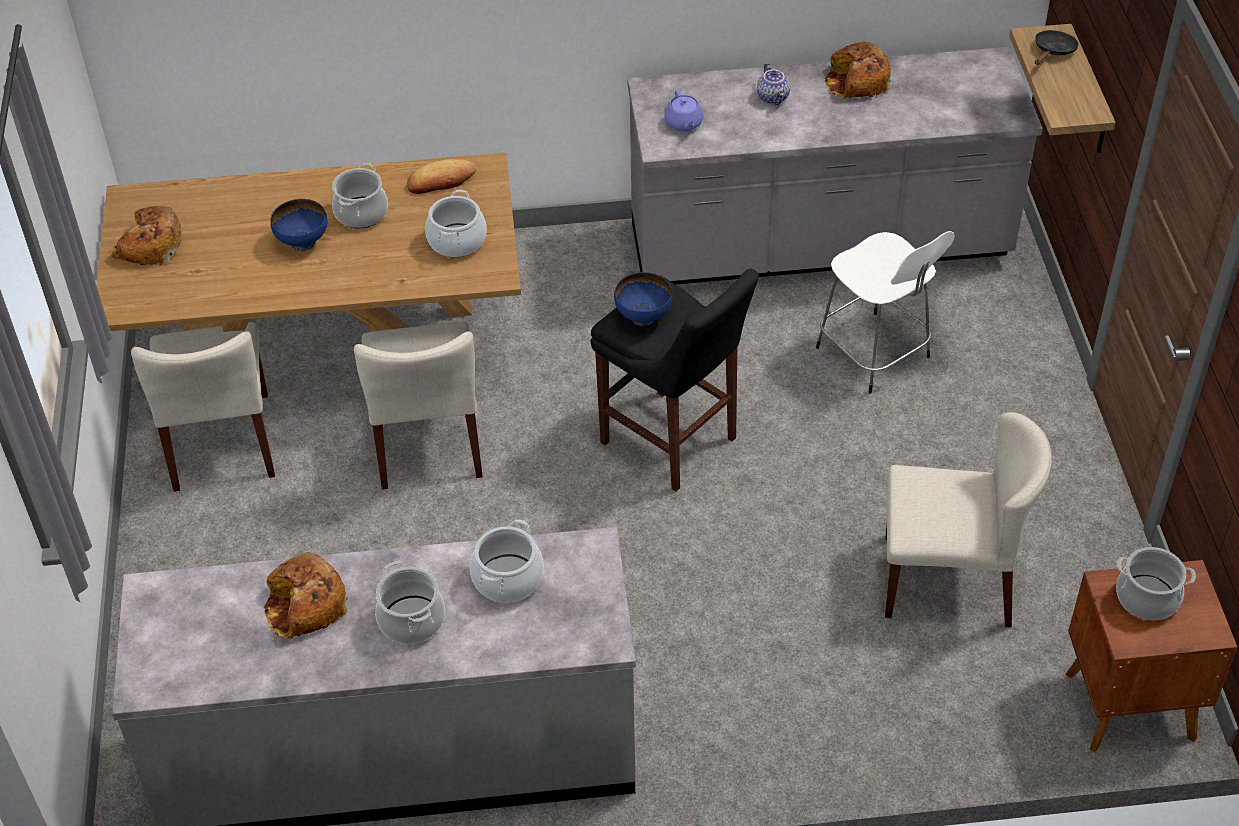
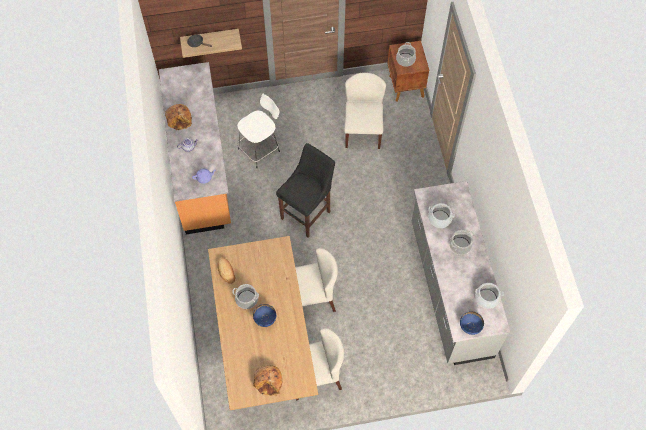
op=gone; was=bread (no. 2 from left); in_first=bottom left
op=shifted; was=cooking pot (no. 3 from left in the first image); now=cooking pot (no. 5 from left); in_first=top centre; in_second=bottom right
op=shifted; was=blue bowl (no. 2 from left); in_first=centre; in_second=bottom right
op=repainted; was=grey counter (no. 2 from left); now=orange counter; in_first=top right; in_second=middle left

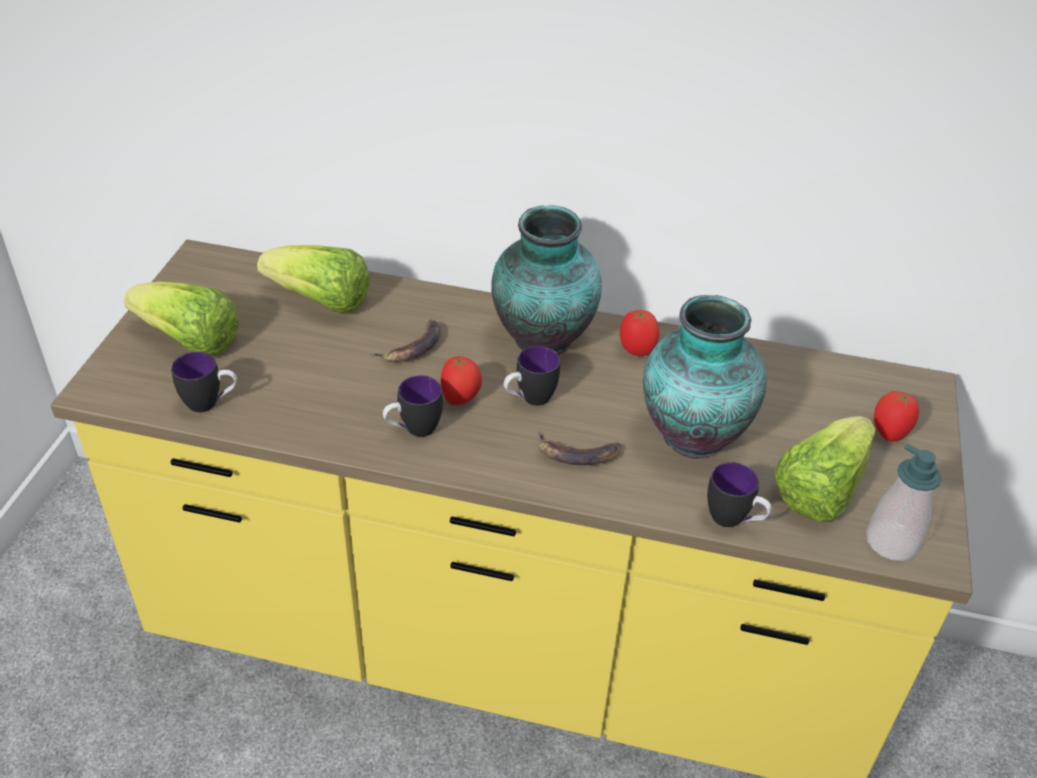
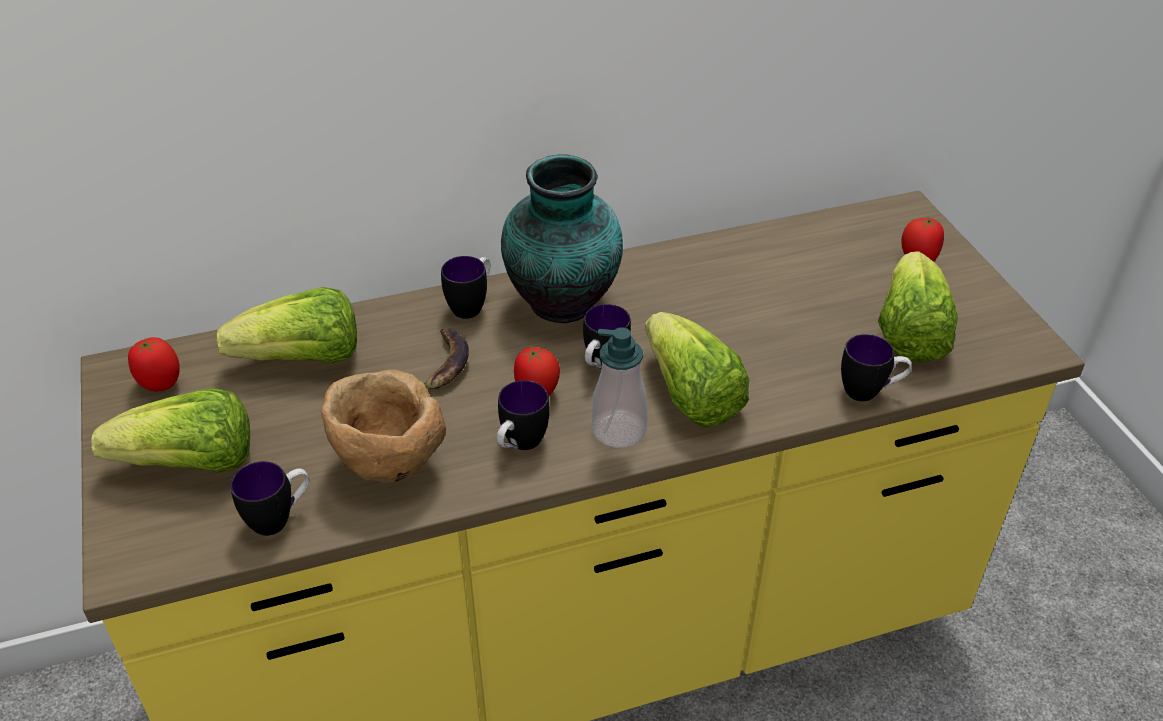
op=gone; was=vase (no. 2 from left); in_first=middle right
op=new; now=brown bowl; in_second=middle left
op=new; now=mug (no. 2 from left); in_second=centre
op=shifted; was=tomato (no. 2 from left in the first image); now=tomato (no. 1 from left); in_first=centre; in_second=middle left
op=shifted; was=soap dispenser; in_first=middle right; in_second=centre
op=swapped; was=banana (no. 2 from left); now=lettuce (no. 3 from left); in_first=centre; in_second=centre

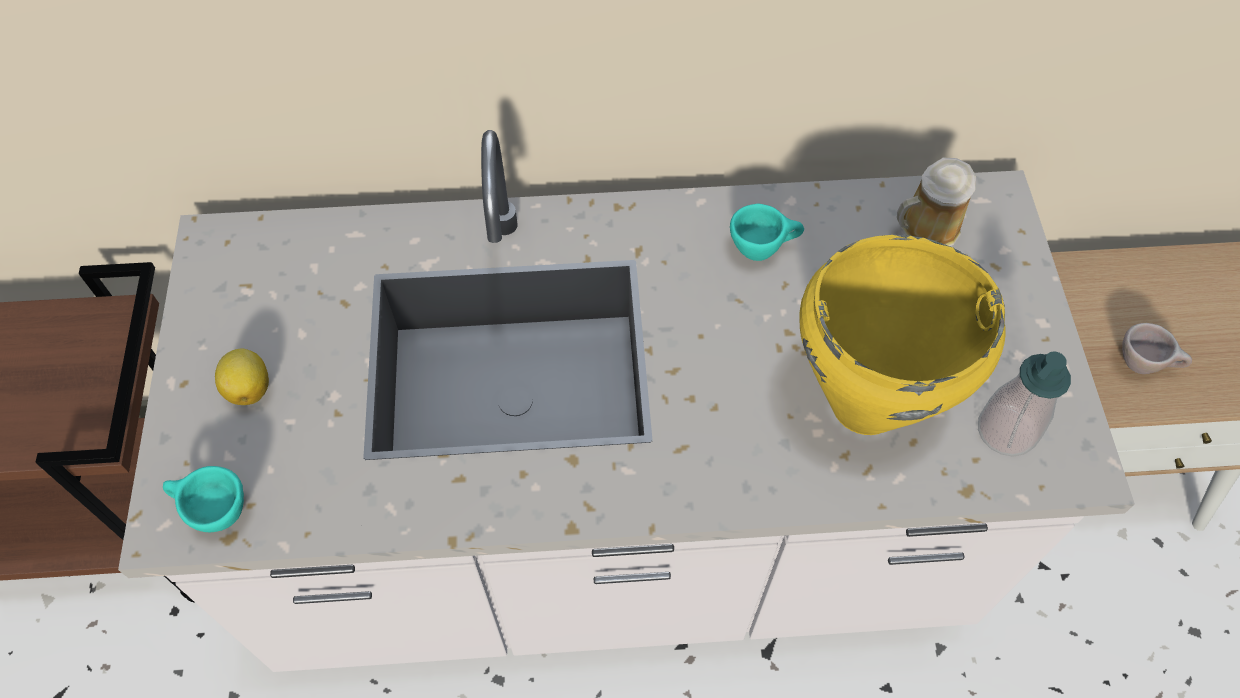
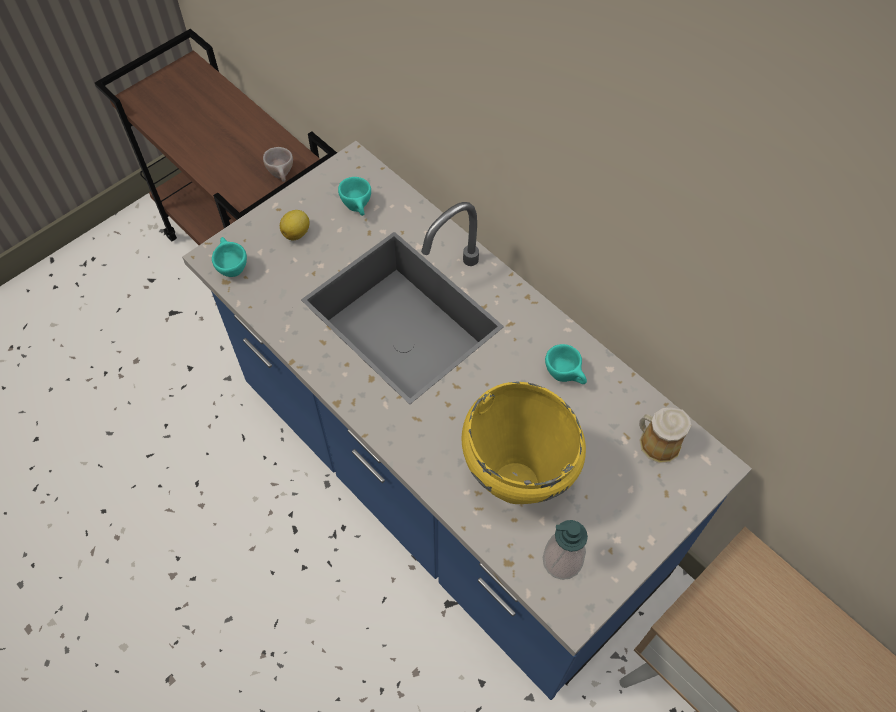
op=new; now=turquoise cup (no. 2 from left); in_second=top centre
op=shifted; was=beige cup; in_first=middle right; in_second=top left
op=repainted; was=white counter; now=blue counter; in_first=centre; in_second=centre

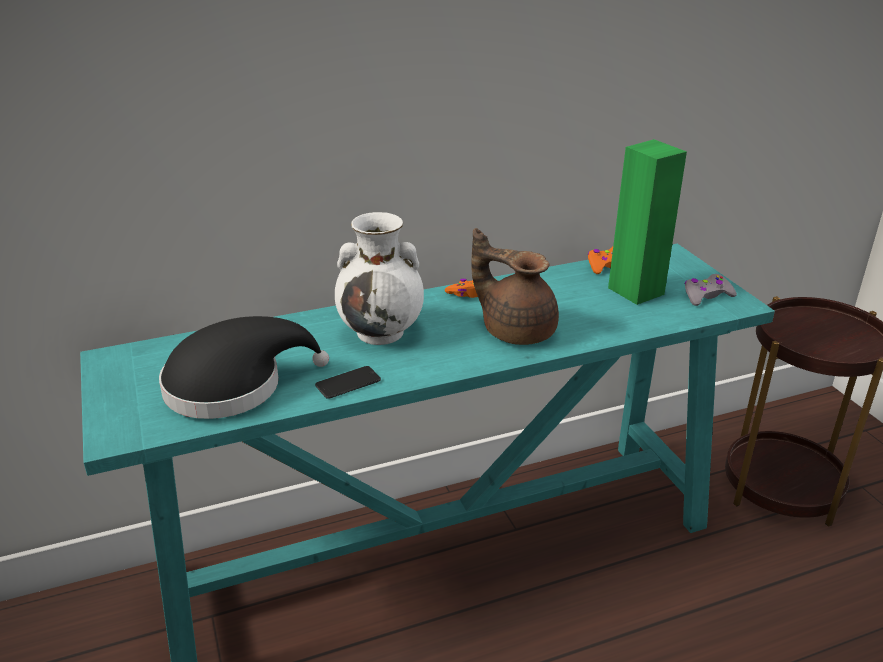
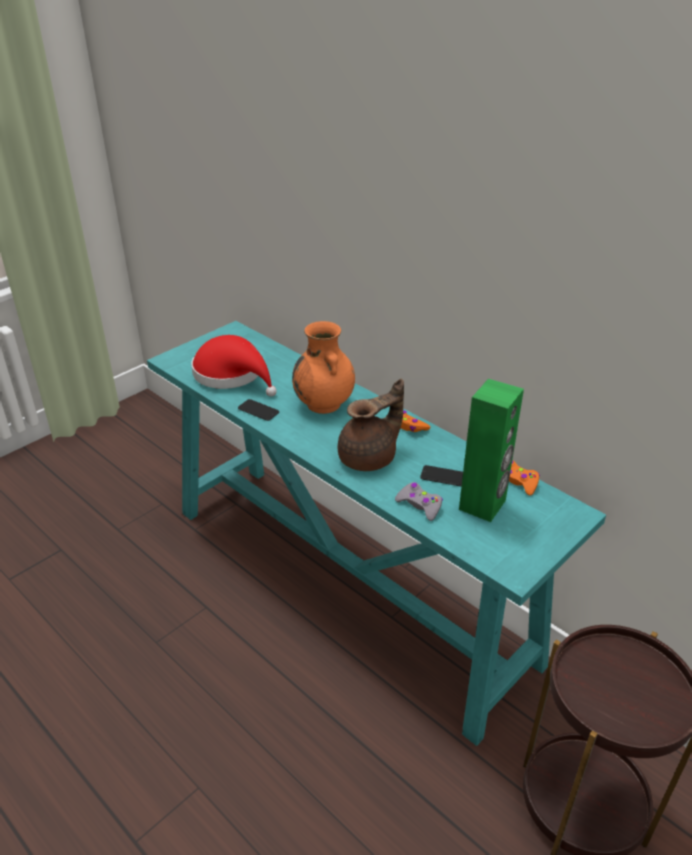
op=new; now=phone (no. 2 from left); in_second=centre
op=shifted; was=grey game controller; in_first=middle right; in_second=centre
op=repainted; was=black hat; now=red hat; in_first=middle left; in_second=centre
op=repainted; was=white vase; now=orange vase; in_first=centre; in_second=centre
op=rotated; was=brown teapot; in_first=centre; in_second=centre; clockwise=45

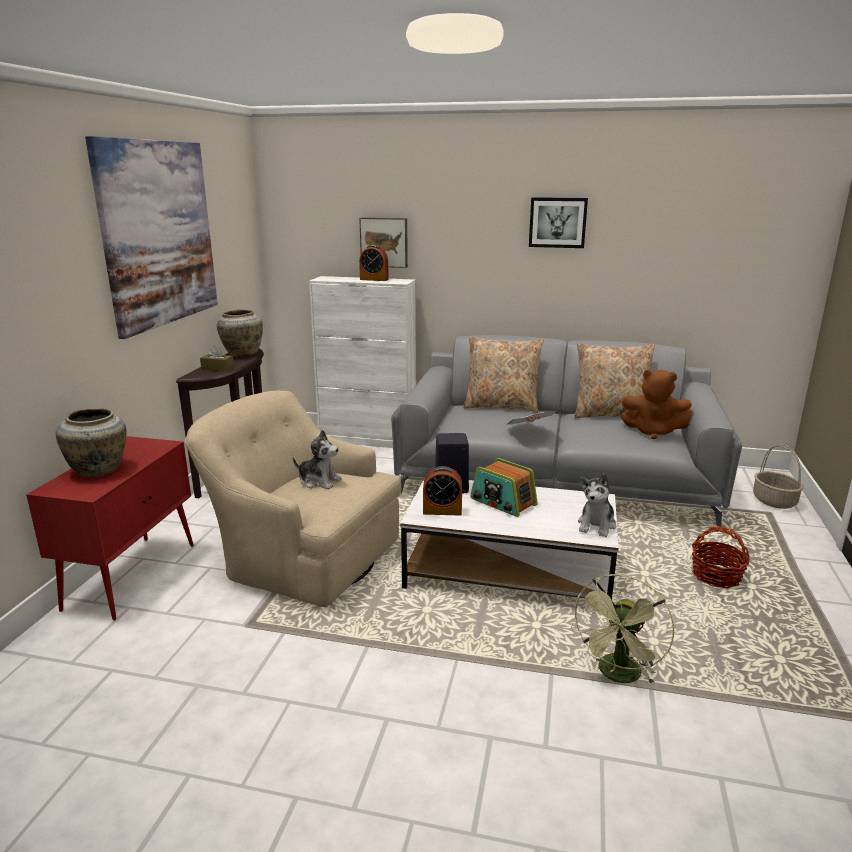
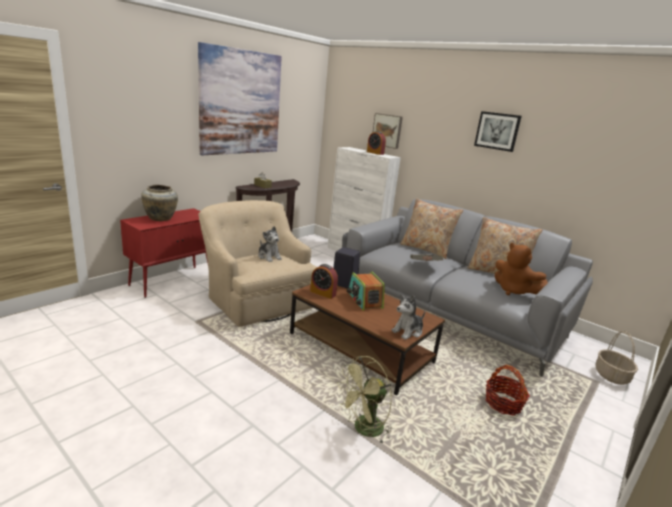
op=gone; was=beige vase (no. 2 from left); in_first=middle left
op=repainted; was=white coffee table; now=brown coffee table; in_first=centre; in_second=bottom centre

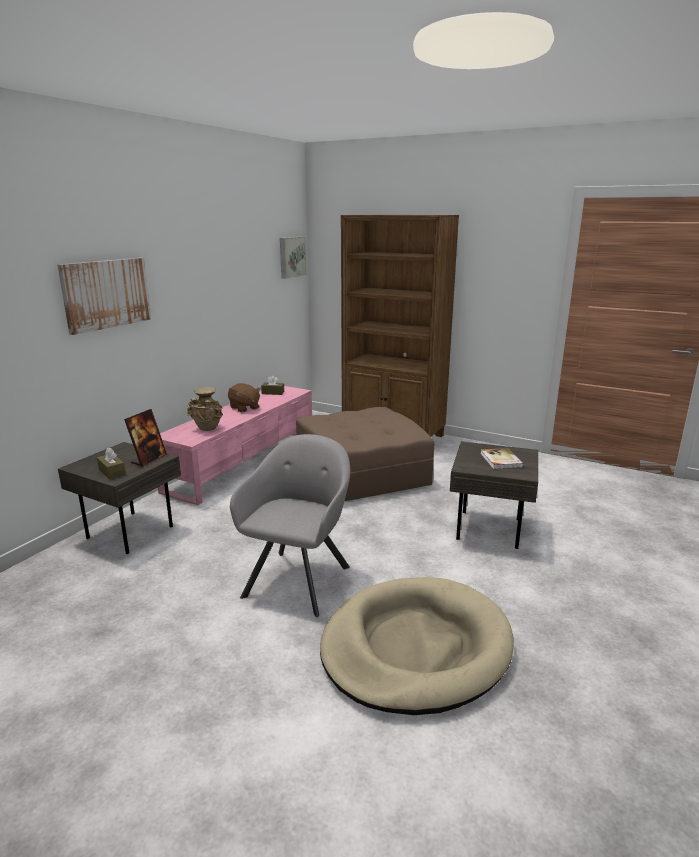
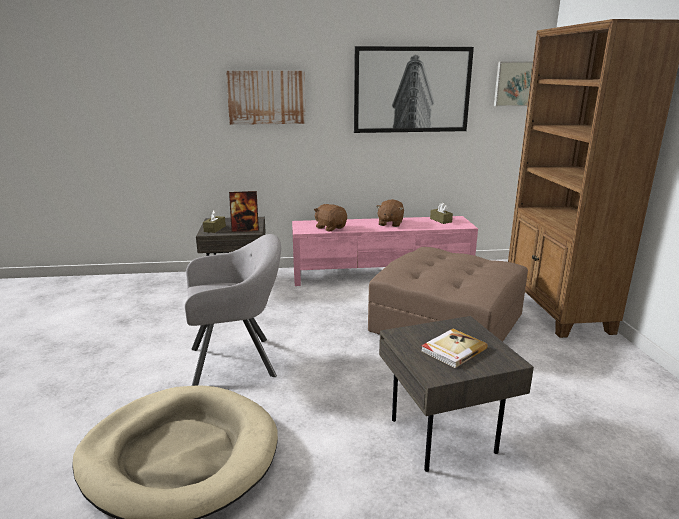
op=new; now=picture (no. 2 from left); in_second=top centre
op=swapped; was=beige vase; now=brown plush toy (no. 1 from left); in_first=middle left; in_second=centre

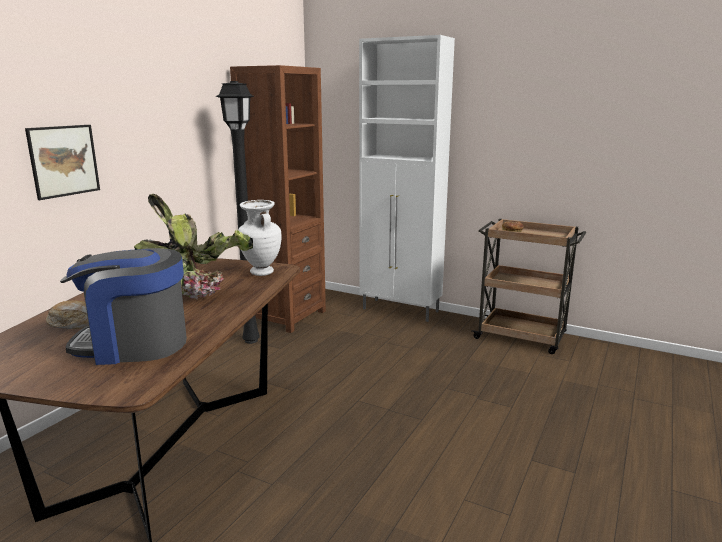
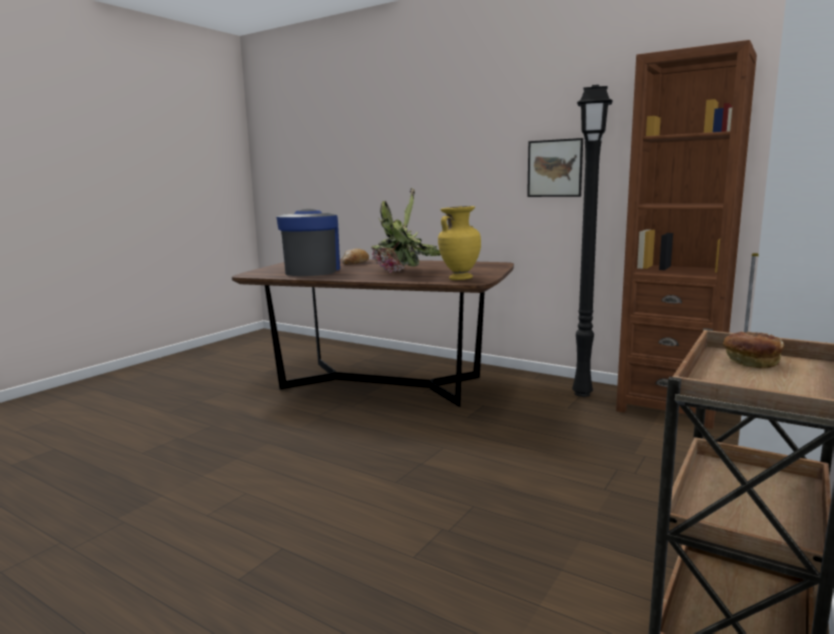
op=shifted; was=picture; in_first=top left; in_second=top centre
op=repainted; was=white vase; now=yellow vase; in_first=centre; in_second=centre

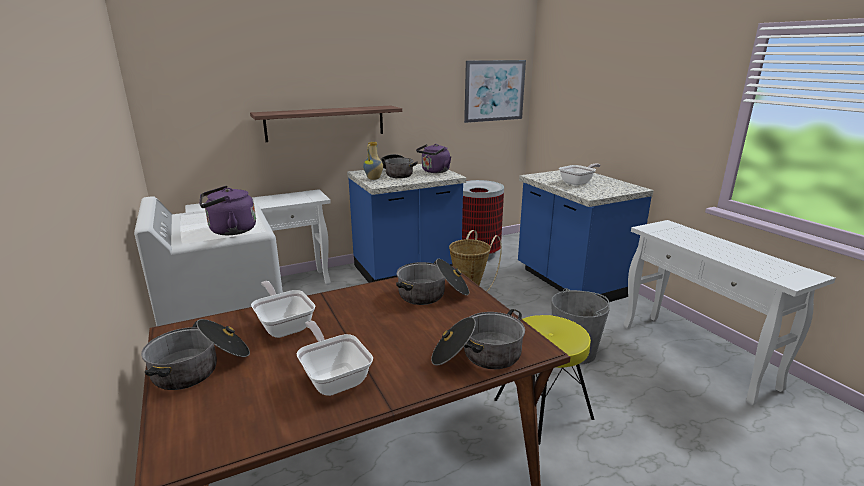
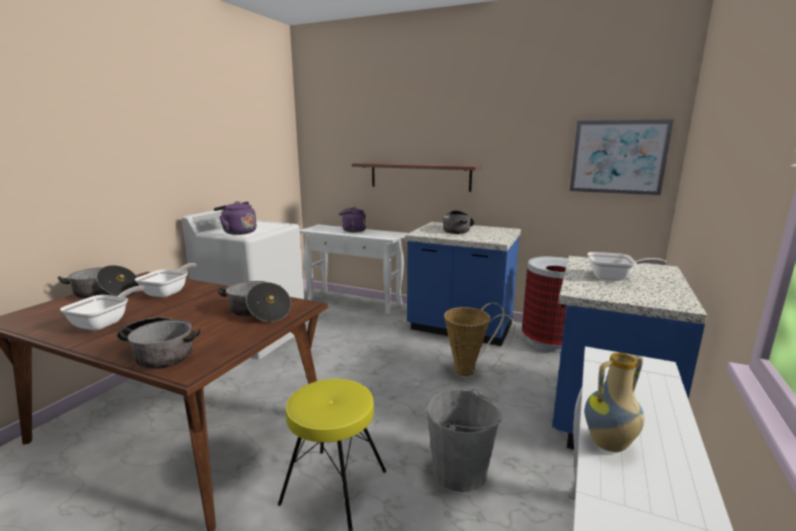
op=shifted; was=vase; in_first=top centre; in_second=bottom right
op=shifted; was=purple kettle (no. 2 from left); in_first=top centre; in_second=centre

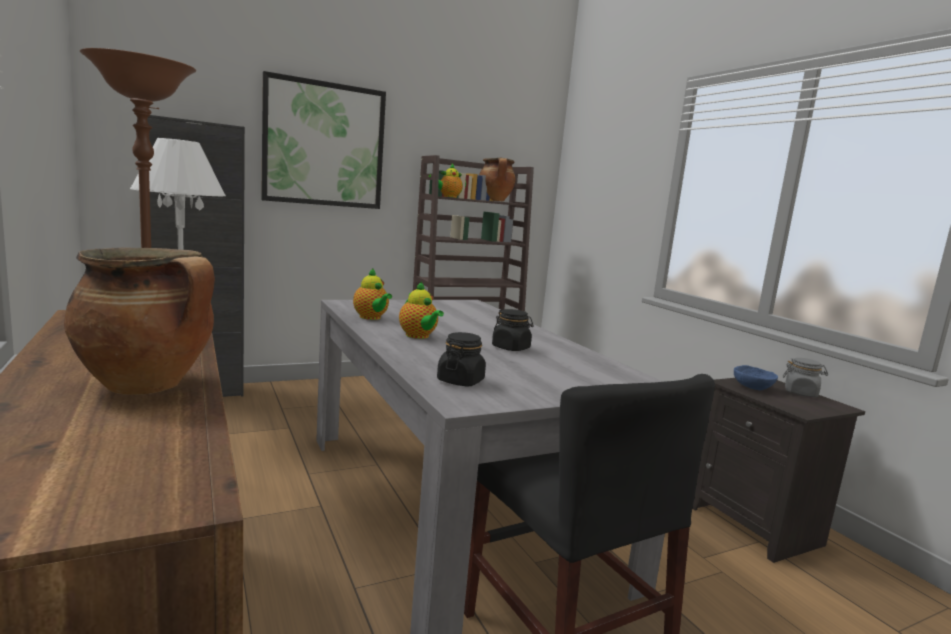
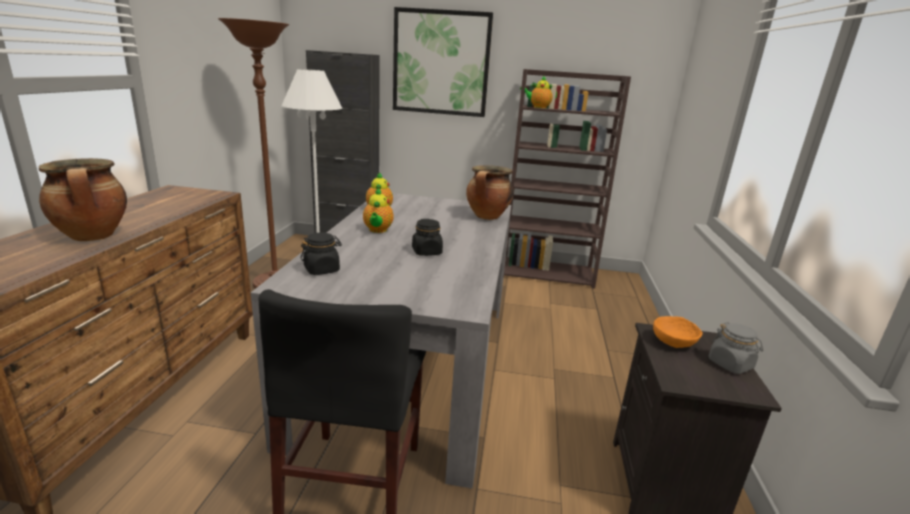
op=shifted; was=cooking pot (no. 2 from left); in_first=top centre; in_second=centre
op=repainted; was=blue bowl; now=orange bowl; in_first=middle right; in_second=middle right

